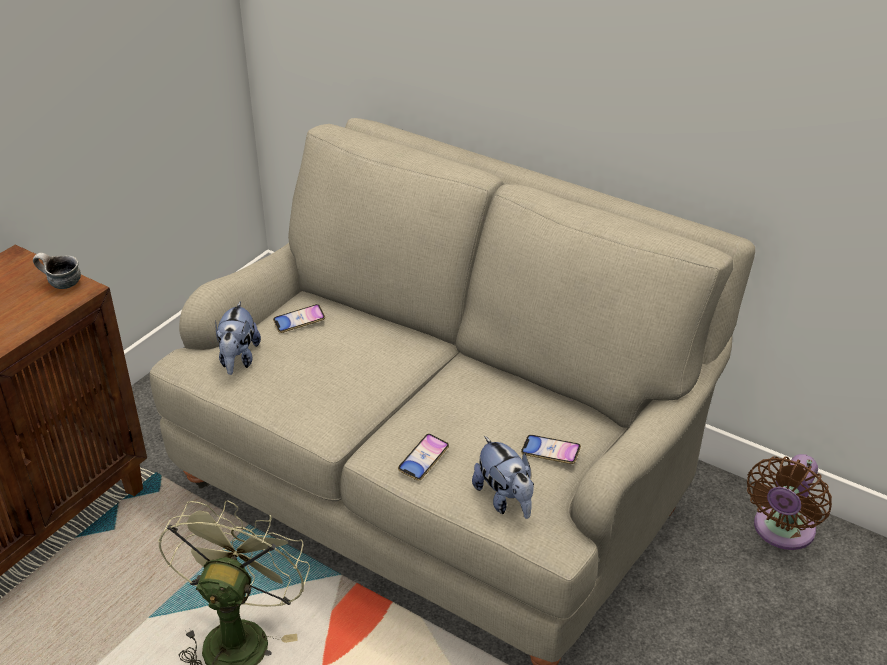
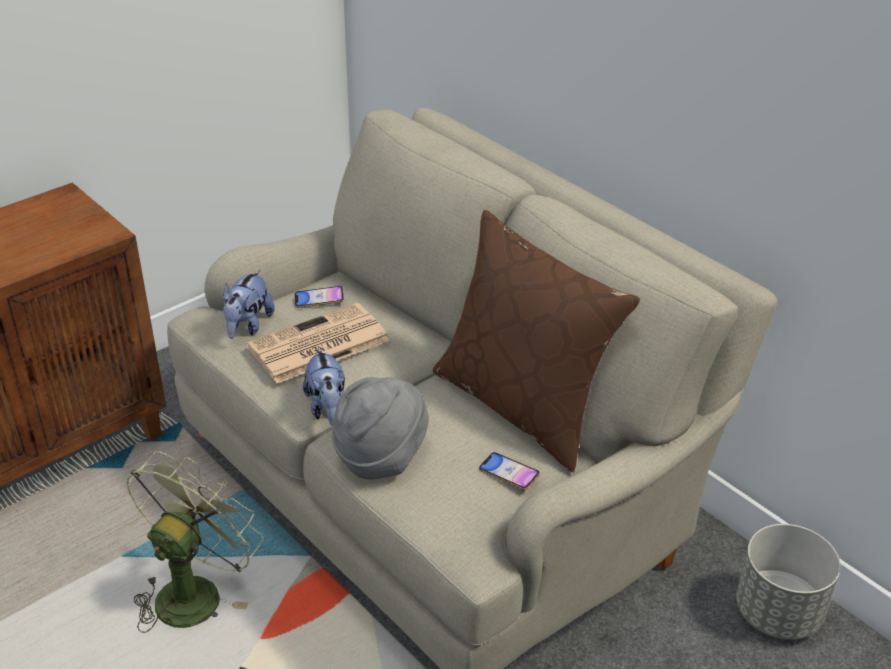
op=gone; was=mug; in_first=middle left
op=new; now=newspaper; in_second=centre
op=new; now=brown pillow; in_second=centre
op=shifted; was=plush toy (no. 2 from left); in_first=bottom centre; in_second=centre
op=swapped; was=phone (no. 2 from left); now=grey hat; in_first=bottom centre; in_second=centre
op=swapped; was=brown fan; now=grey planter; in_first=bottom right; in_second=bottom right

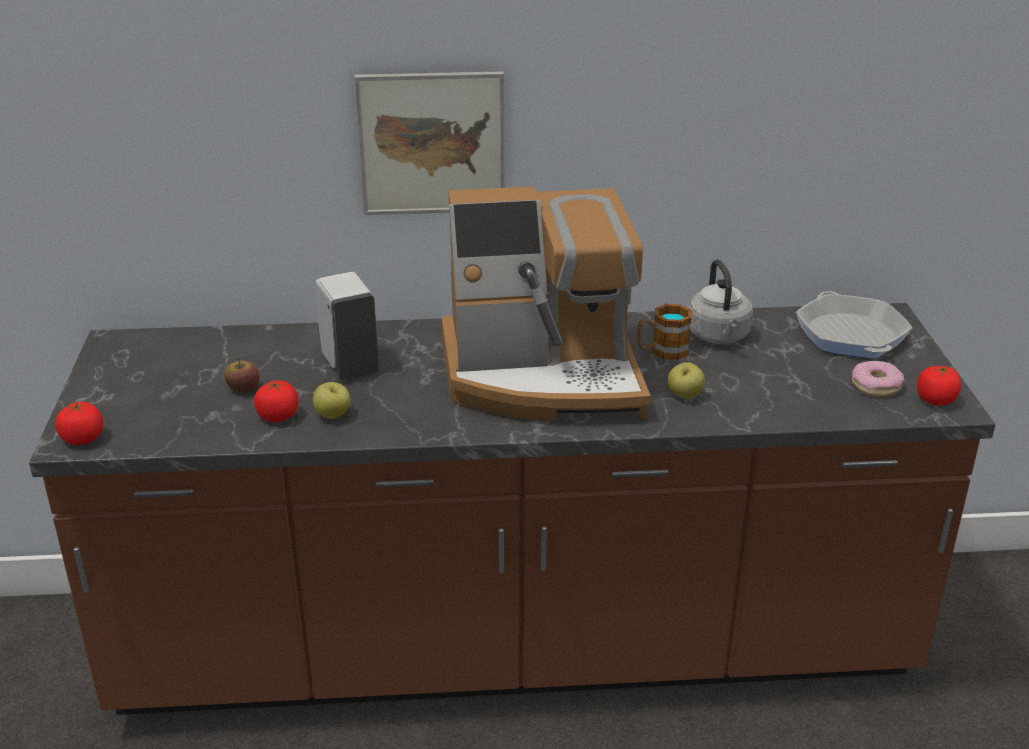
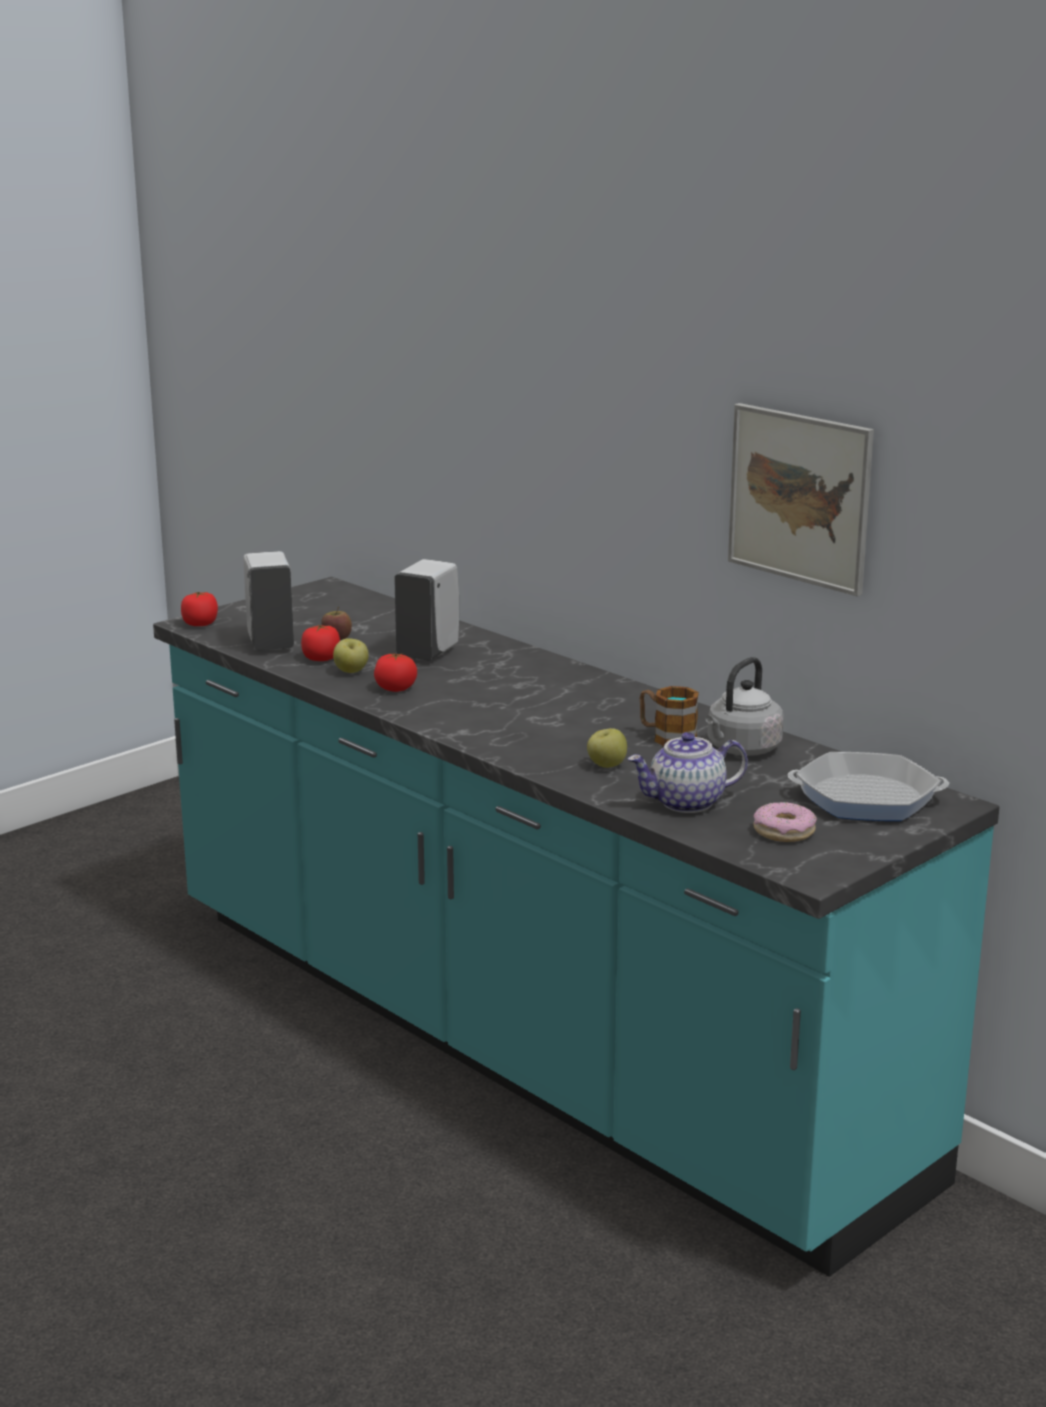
op=gone; was=coffee machine; in_first=centre
op=new; now=white soap dispenser (no. 1 from left); in_second=middle left
op=new; now=teapot; in_second=centre
op=shifted; was=picture; in_first=top centre; in_second=middle right
op=shifted; was=tomato (no. 3 from left); in_first=middle right; in_second=centre
op=repainted; was=brown counter; now=turquoise counter; in_first=bottom centre; in_second=centre
op=rotated; was=frying pan; in_first=middle right; in_second=middle right; clockwise=-120

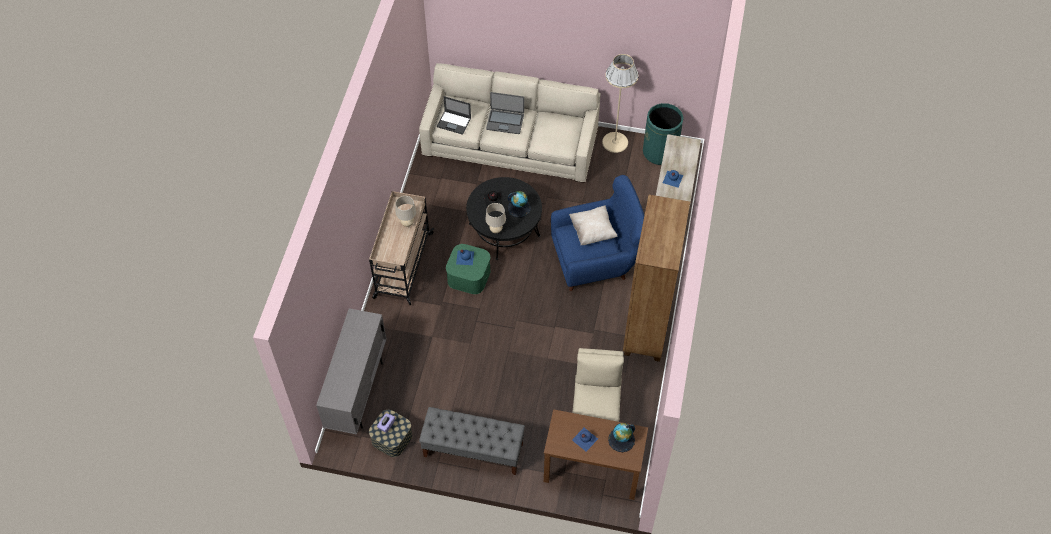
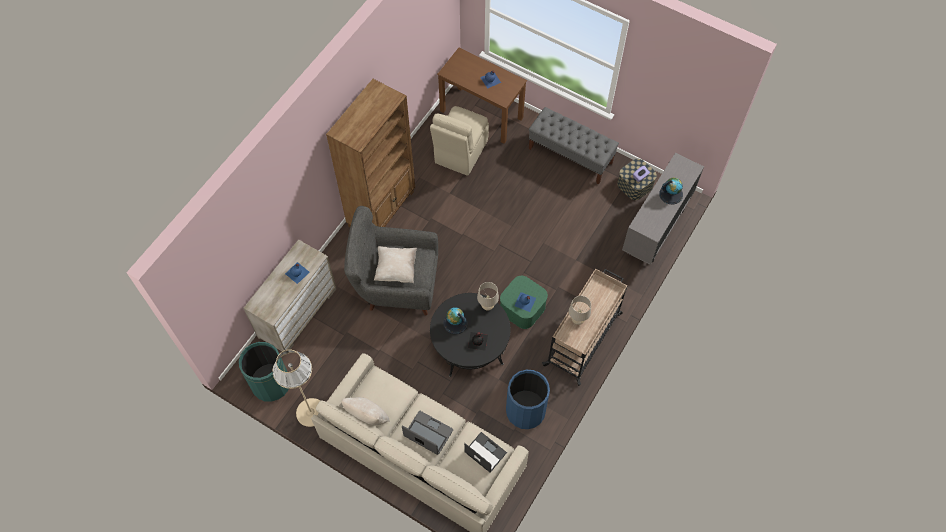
op=new; now=beige pillow (no. 1 from left); in_second=bottom centre
op=new; now=blue trash can; in_second=bottom centre
op=shifted; was=globe (no. 2 from left); in_first=bottom centre; in_second=middle right
op=repainted; was=blue armchair; now=grey armchair; in_first=centre; in_second=centre

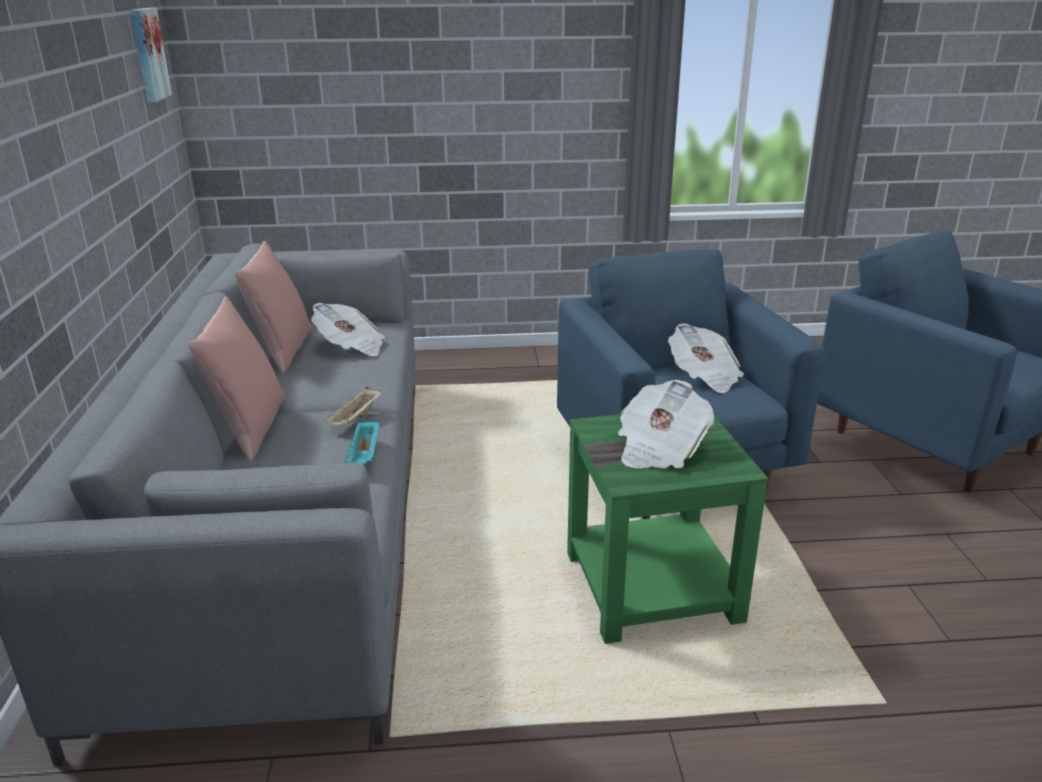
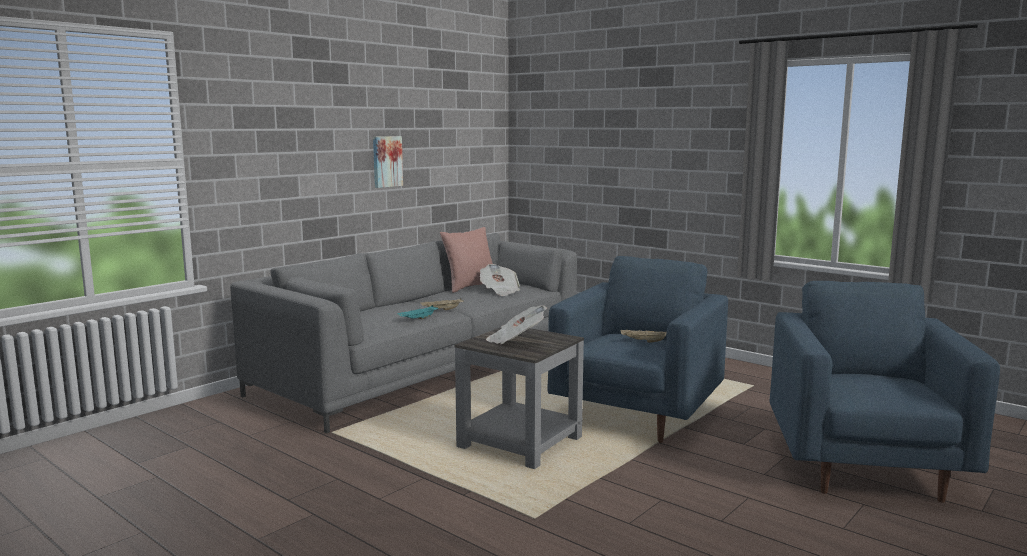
op=gone; was=pink pillow (no. 1 from left); in_first=middle left
op=shifted; was=picture; in_first=top left; in_second=top centre
op=swapped; was=newspaper (no. 3 from left); now=beige tray (no. 2 from left); in_first=middle right; in_second=centre
op=repainted; was=green side table; now=grey side table; in_first=bottom centre; in_second=bottom centre

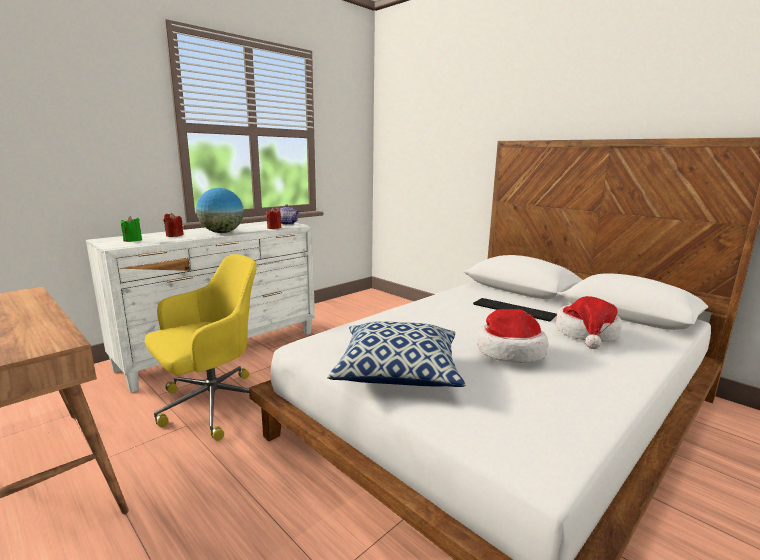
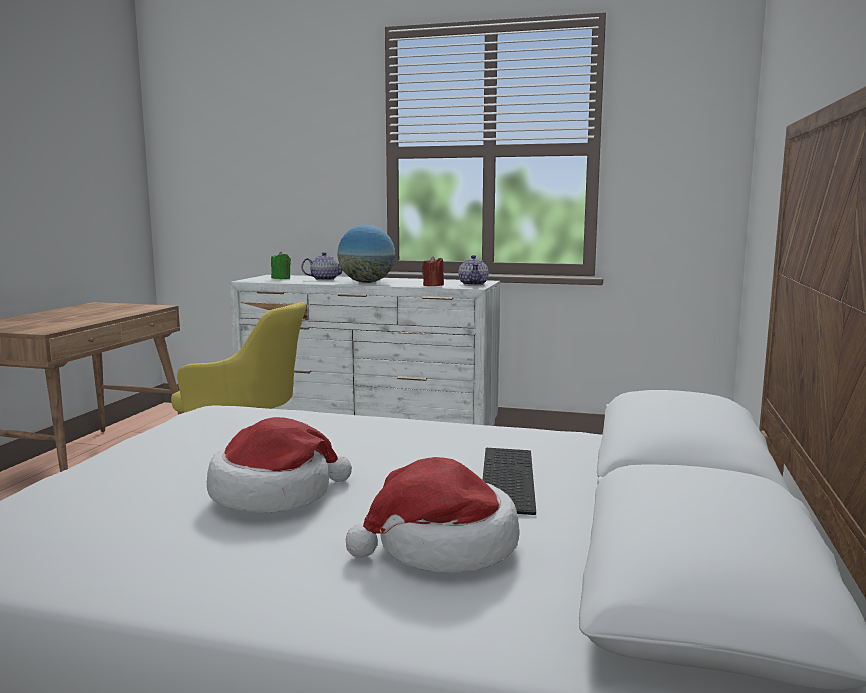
op=gone; was=pillow; in_first=centre
op=swapped; was=red candle (no. 1 from left); now=teapot (no. 1 from left); in_first=middle left; in_second=centre

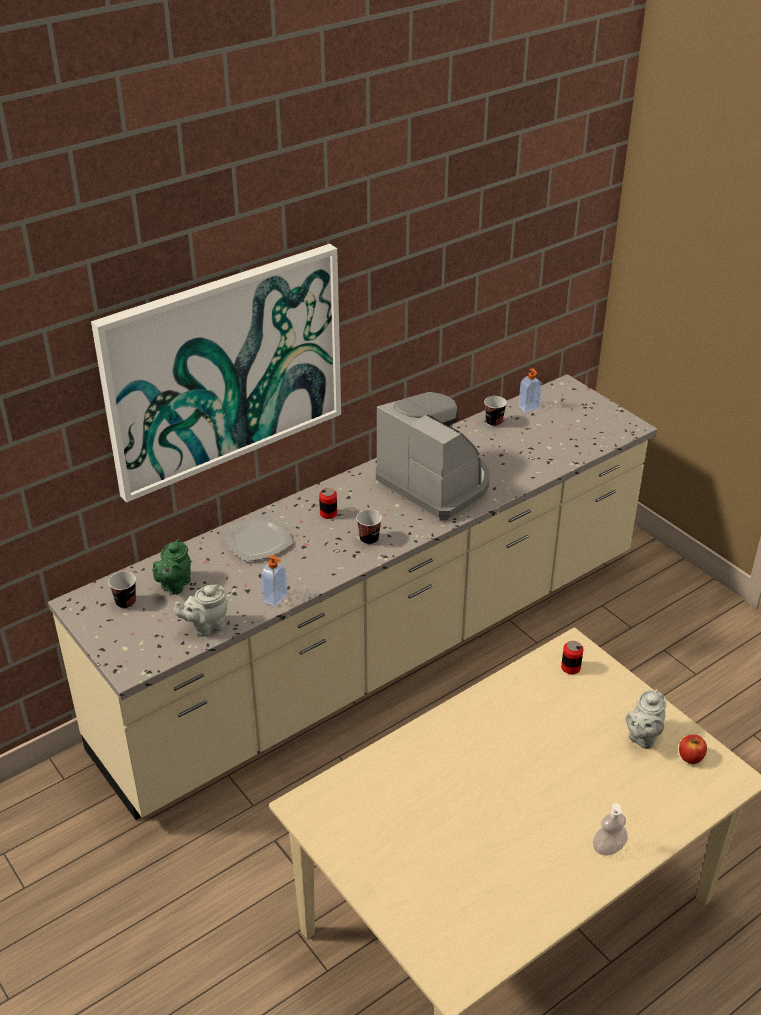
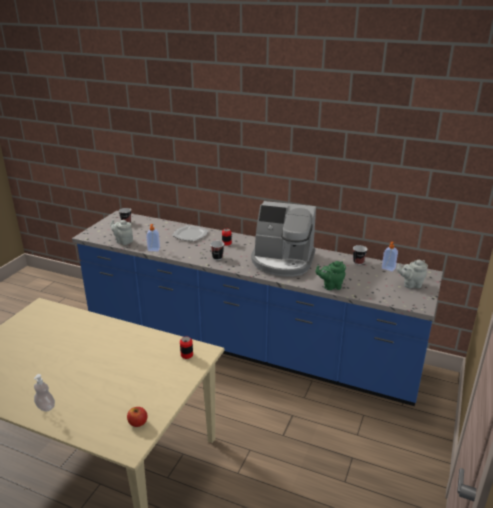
op=gone; was=picture; in_first=middle left
op=shifted; was=green teapot; in_first=middle left; in_second=middle right
op=shifted; was=grey teapot (no. 2 from left); in_first=bottom right; in_second=middle right
op=repainted; was=beige counter; now=blue counter; in_first=centre; in_second=centre
op=rotated; was=coffee machine; in_first=centre; in_second=centre; clockwise=90

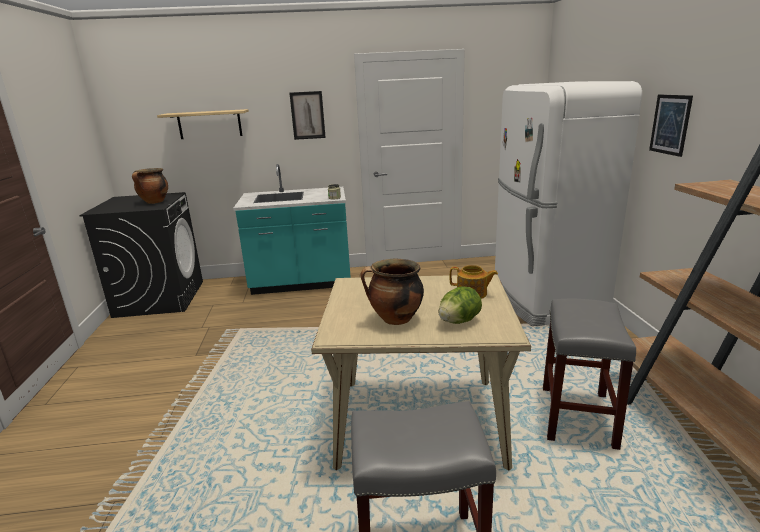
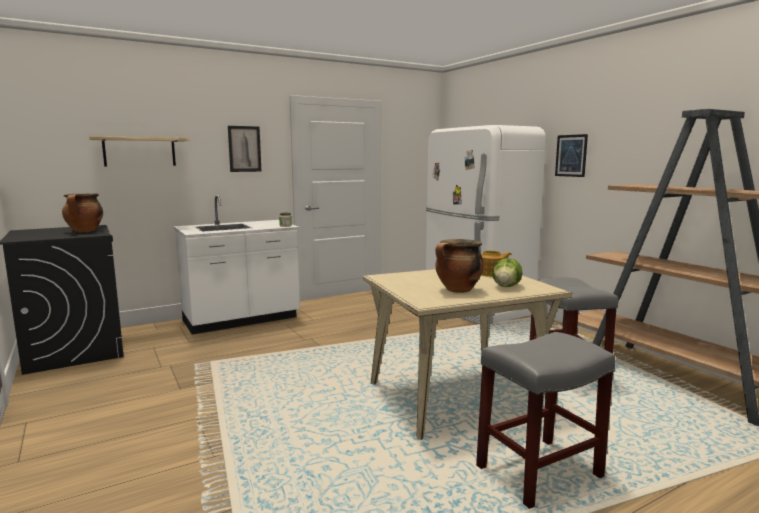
op=repainted; was=turquoise counter; now=white counter; in_first=centre; in_second=middle left

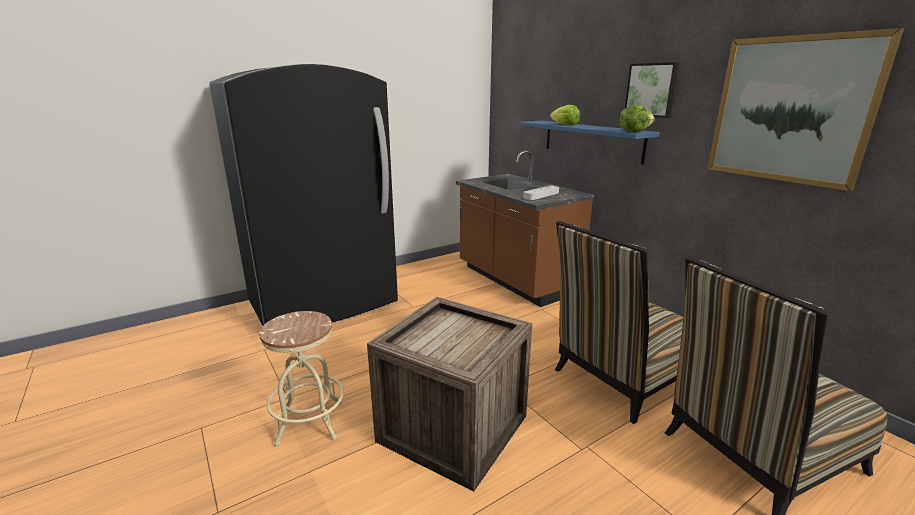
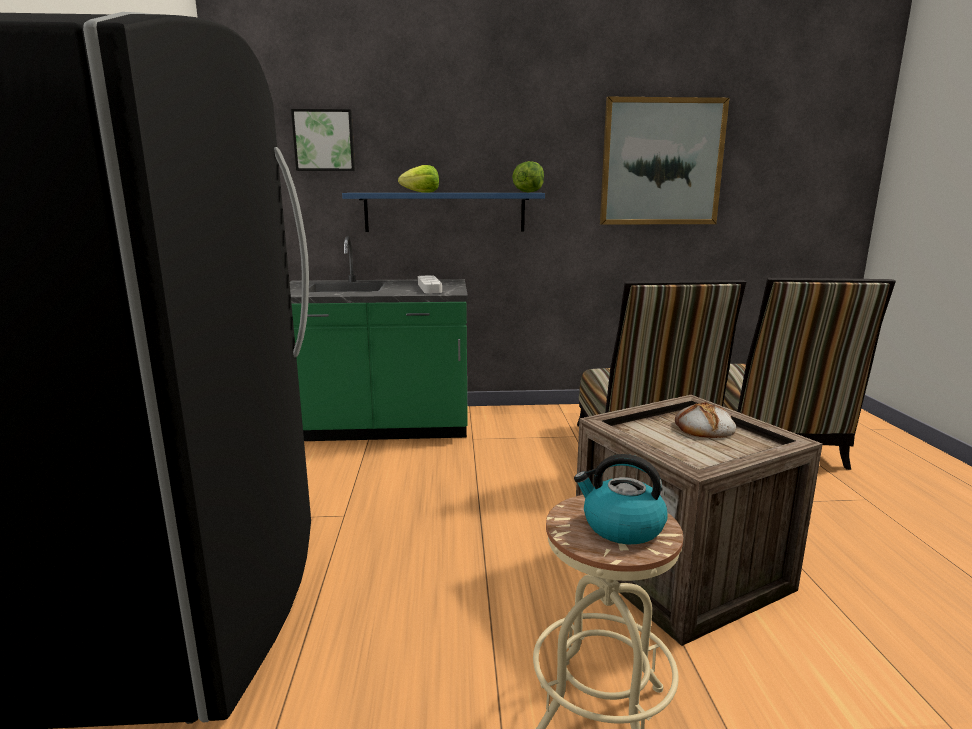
op=new; now=kettle; in_second=bottom centre
op=new; now=bread; in_second=middle right
op=shifted; was=picture (no. 1 from left); in_first=top right; in_second=top left
op=repainted; was=brown counter; now=green counter; in_first=centre; in_second=centre

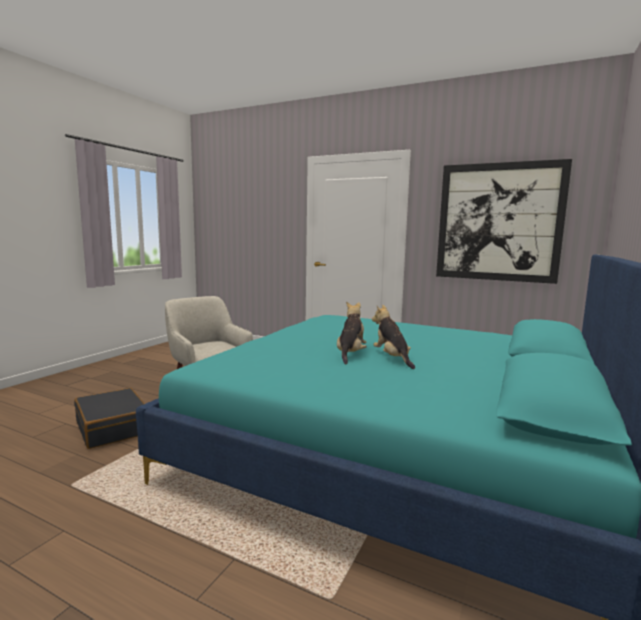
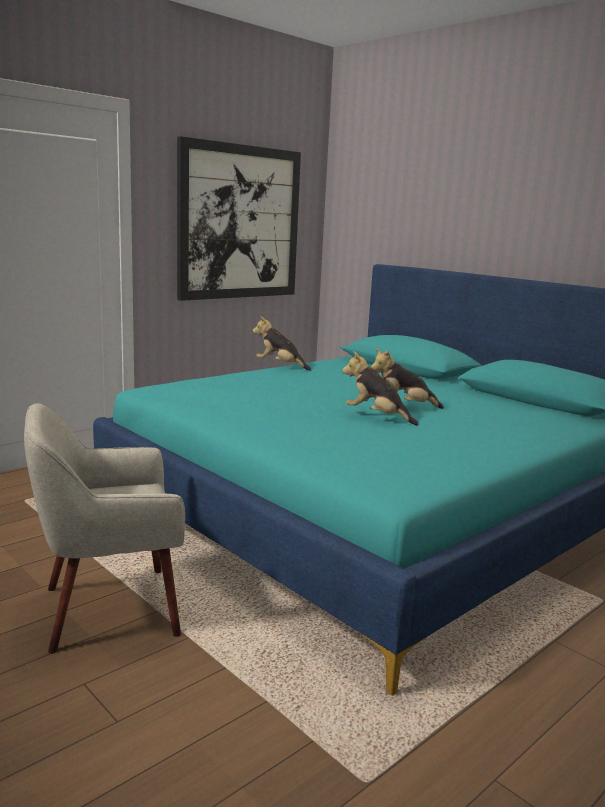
op=gone; was=black suitcase; in_first=bottom left
op=new; now=plush toy (no. 1 from left); in_second=centre

